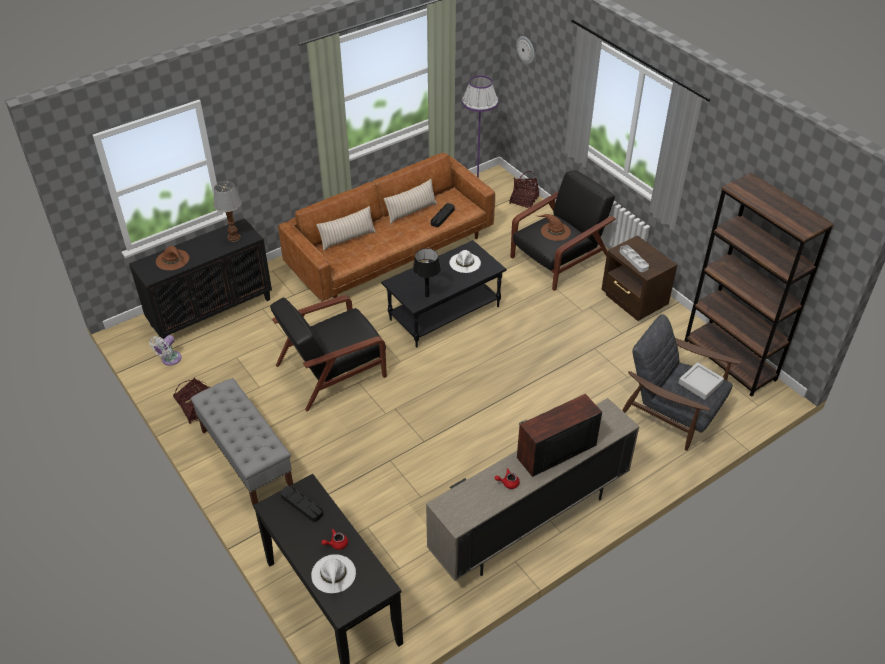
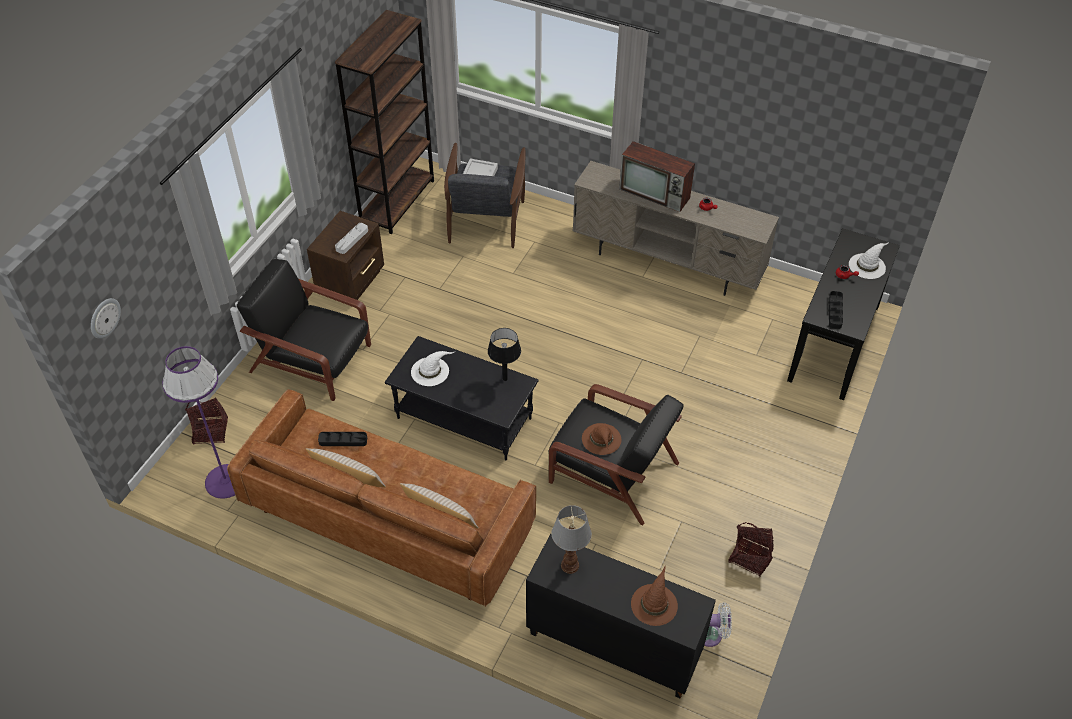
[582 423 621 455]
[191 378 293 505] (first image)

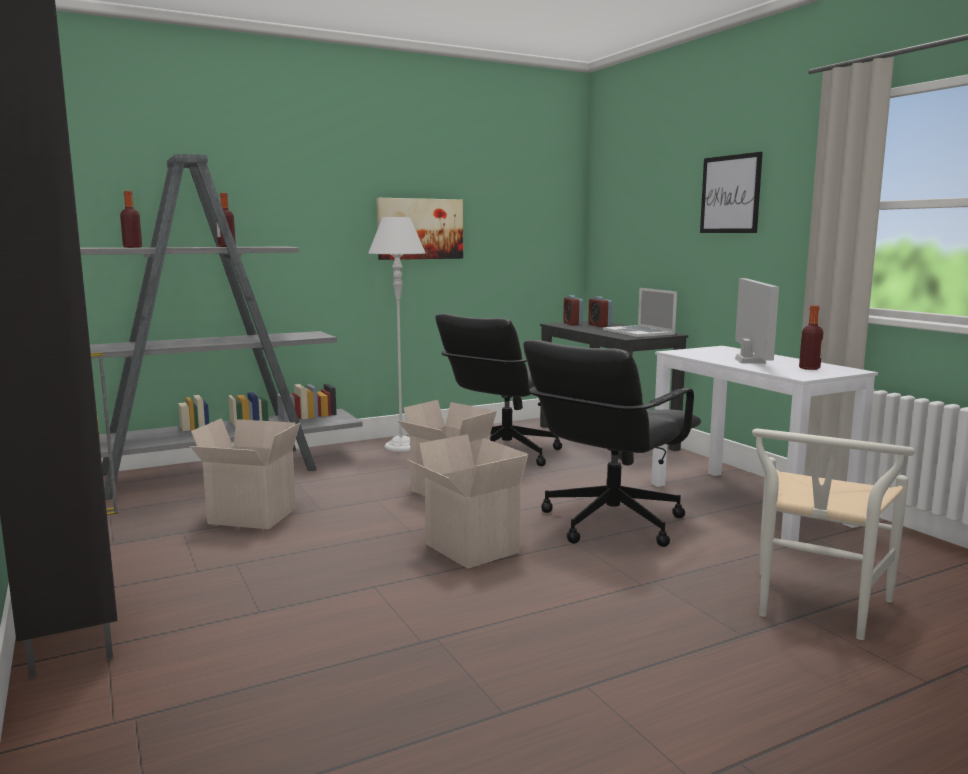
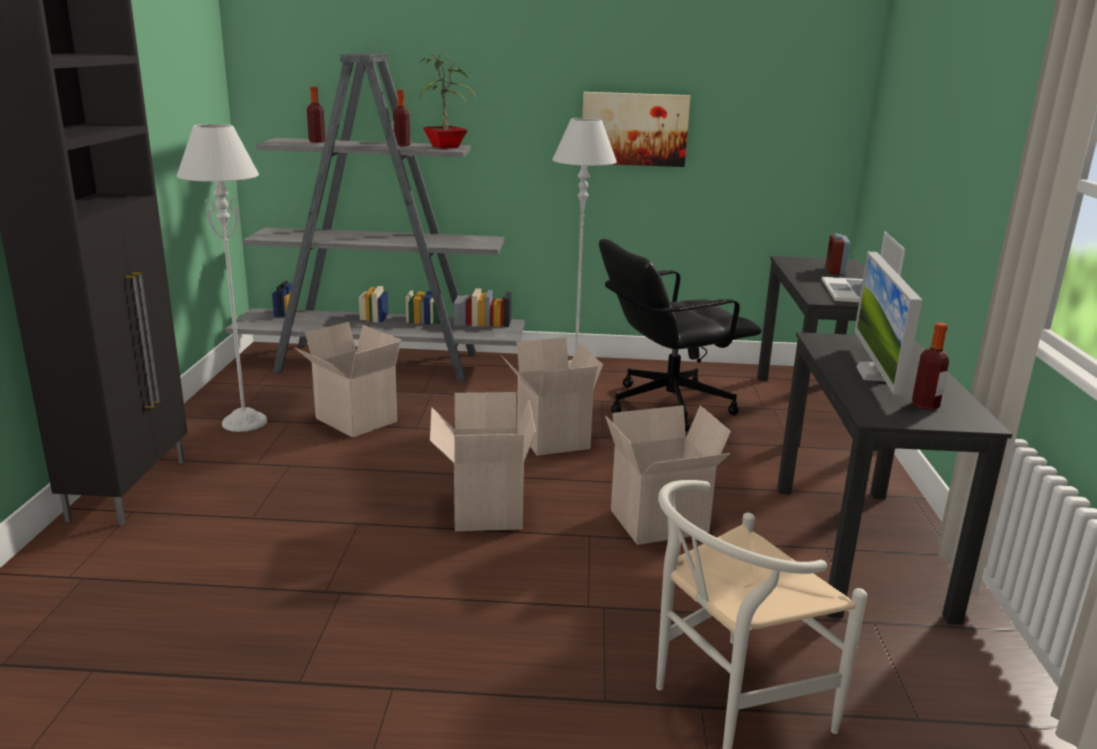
[177 124 267 432]
[420 54 477 149]
[605 405 731 545]
[777 332 1012 625]
[854 252 922 394]
[563 295 583 325] (first image)
[700 152 763 233] (first image)

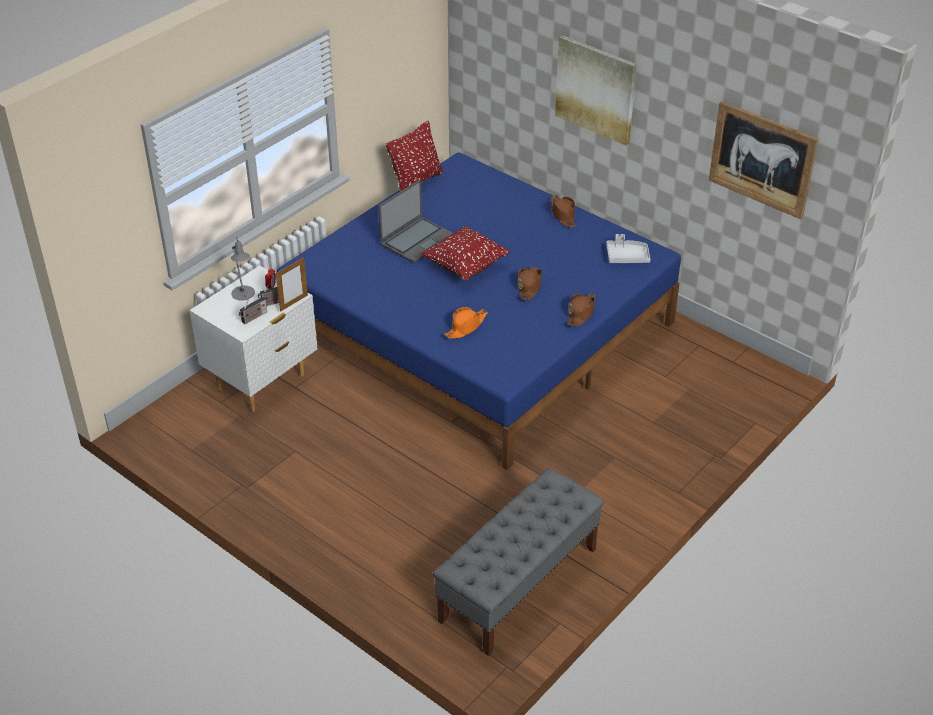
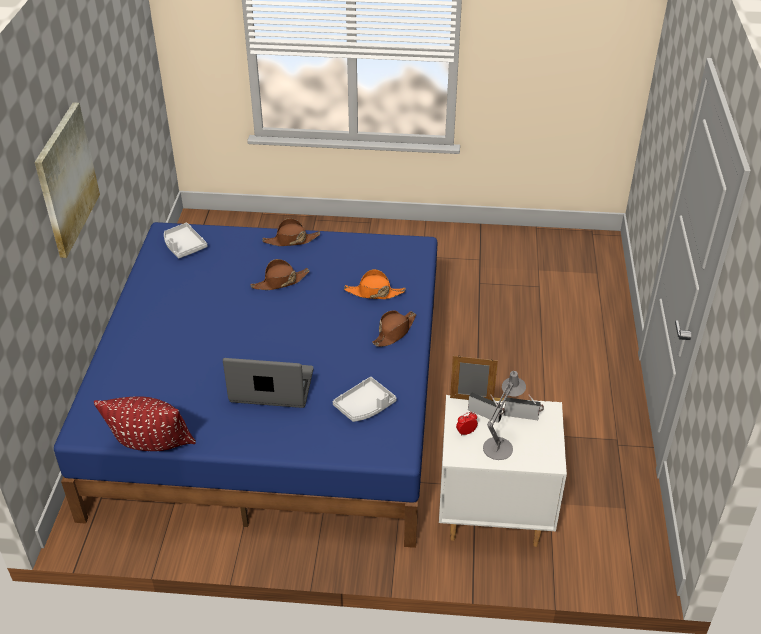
[333 377 397 422]
[372 310 416 347]
[421 226 510 281] (first image)
[433 468 604 656] (first image)
[709 101 818 219] (first image)

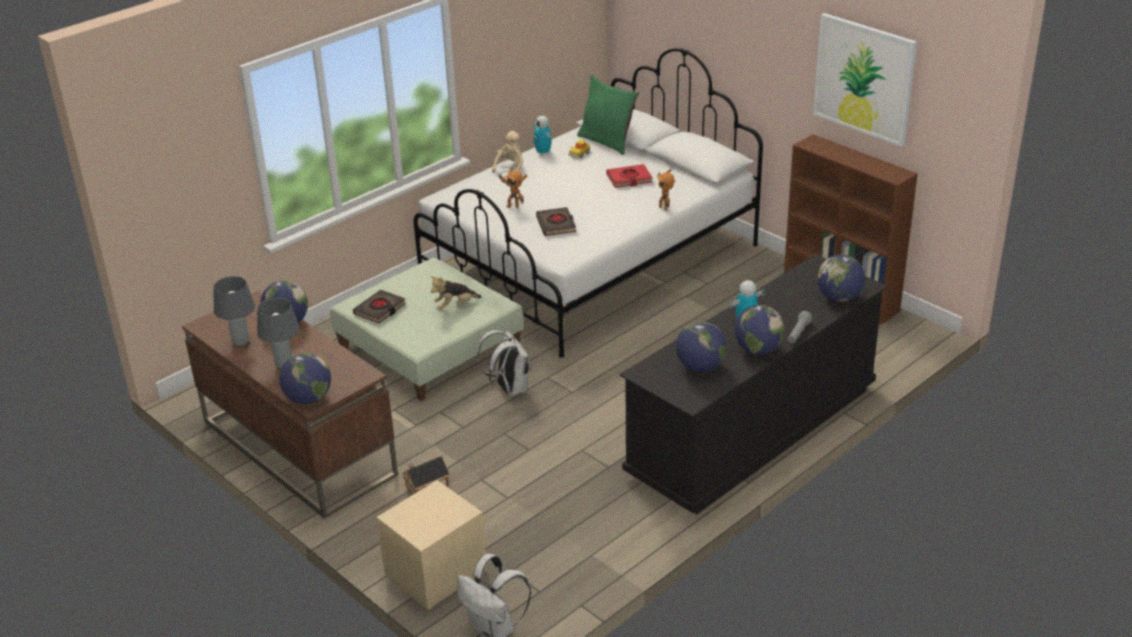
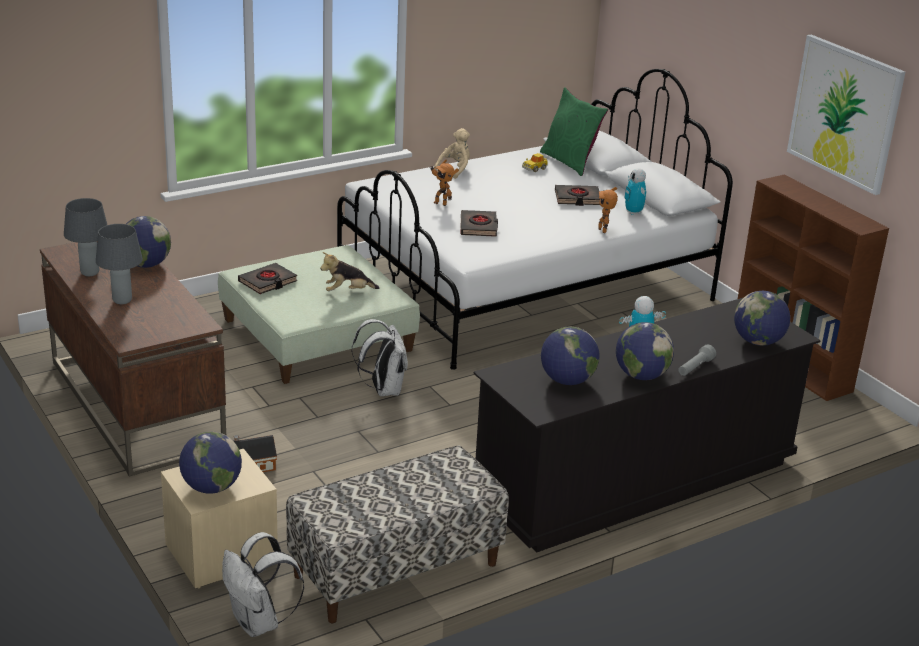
[179 432 242 494]
[286 446 509 623]
[555 185 601 206]
[624 168 647 215]

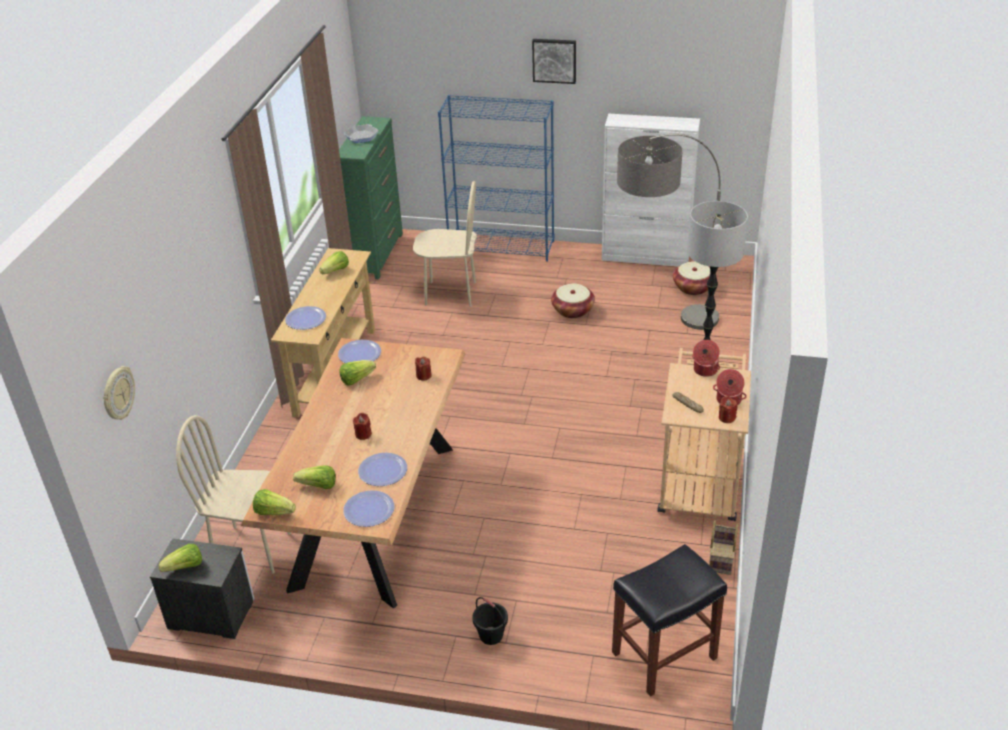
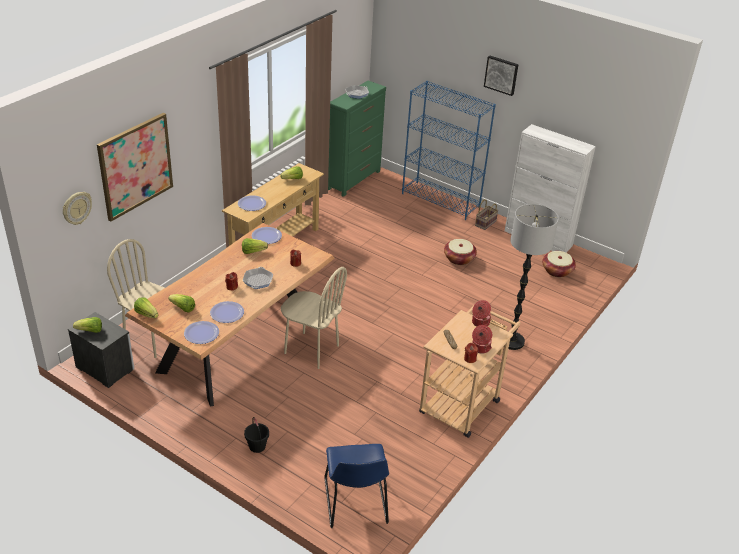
[97 113 173 221]
[243 267 273 289]
[281 267 347 369]
[324 444 389 528]
[475 199 499 230]
[617 134 721 330] (first image)

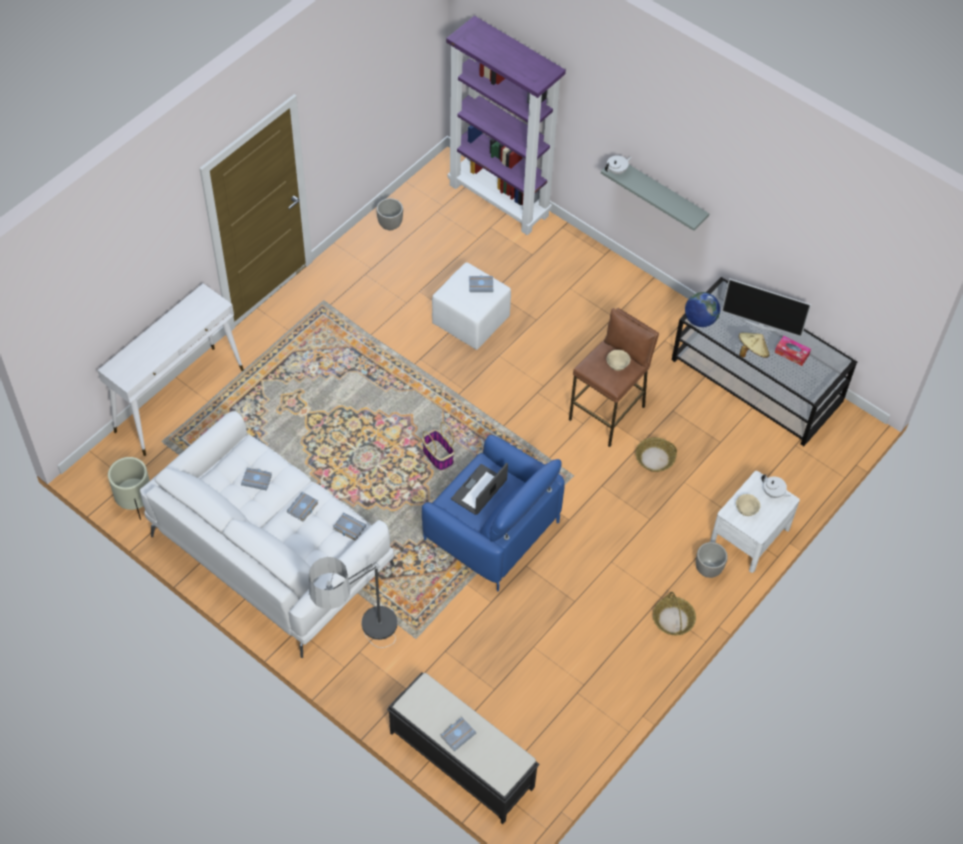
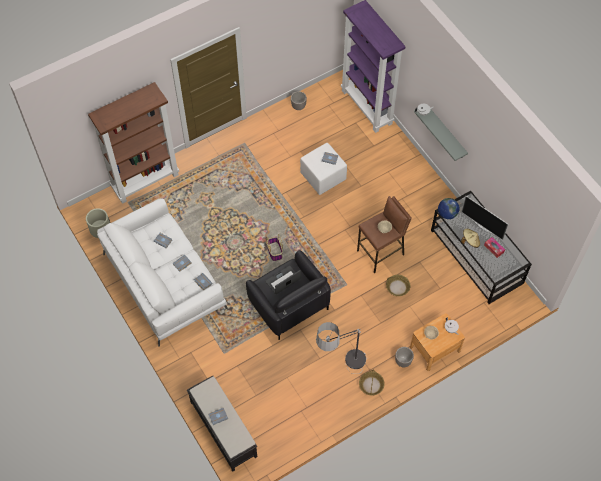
[88 82 179 204]
[246 250 331 340]
[316 322 367 374]
[410 313 465 371]

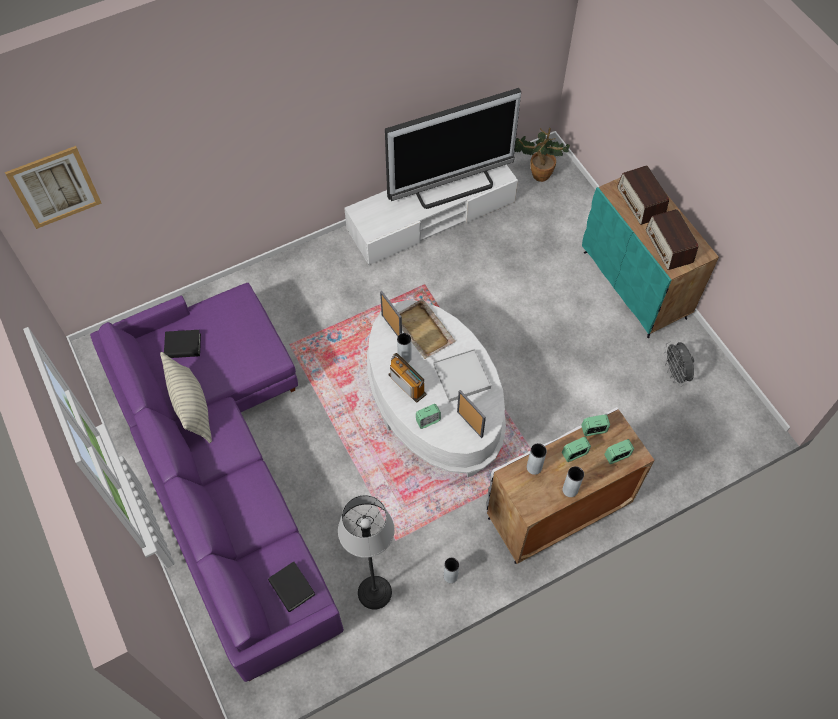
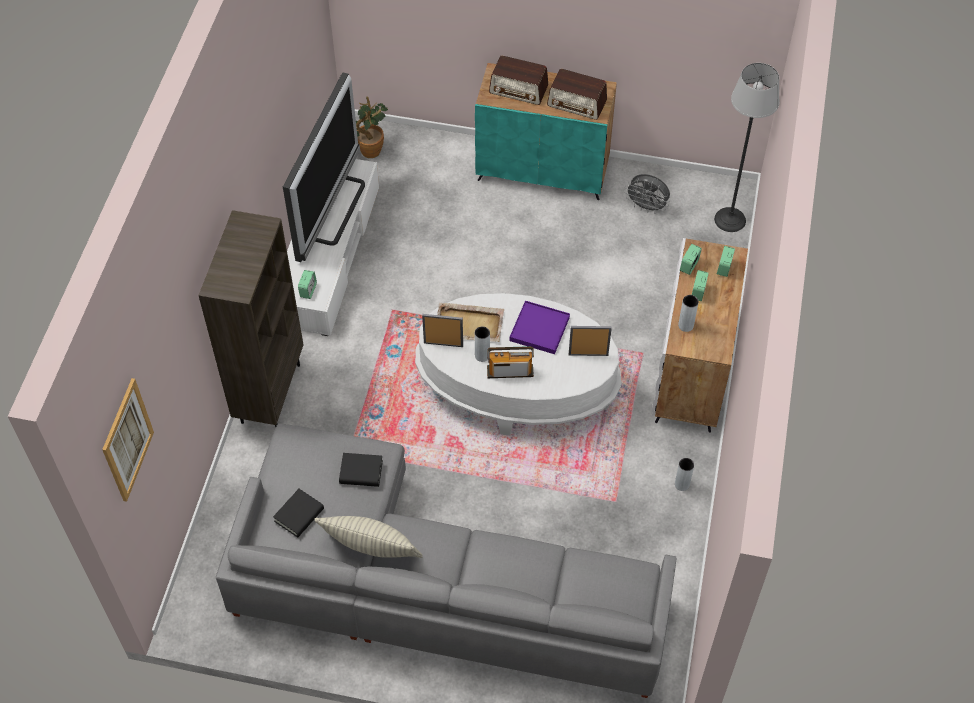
[198 210 304 428]
[216 424 677 698]
[298 270 317 299]
[339 453 383 487]
[510 301 570 354]
[714 63 780 232]
[562 466 584 497] (first image)

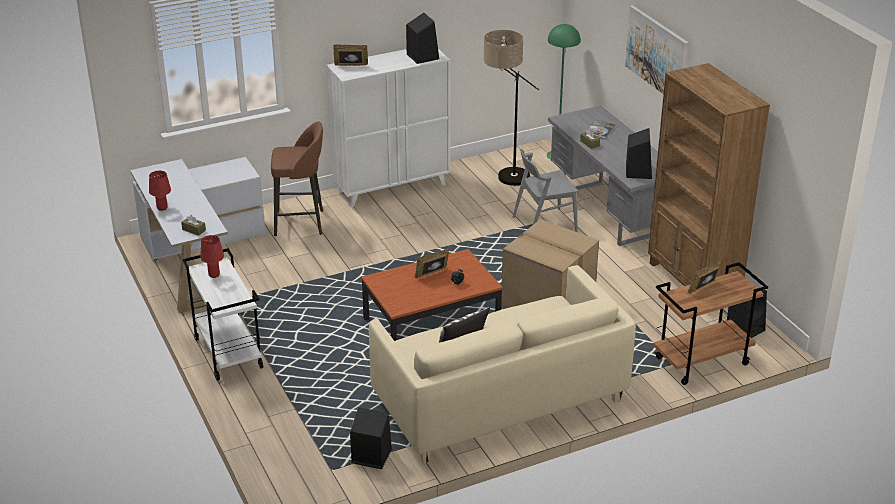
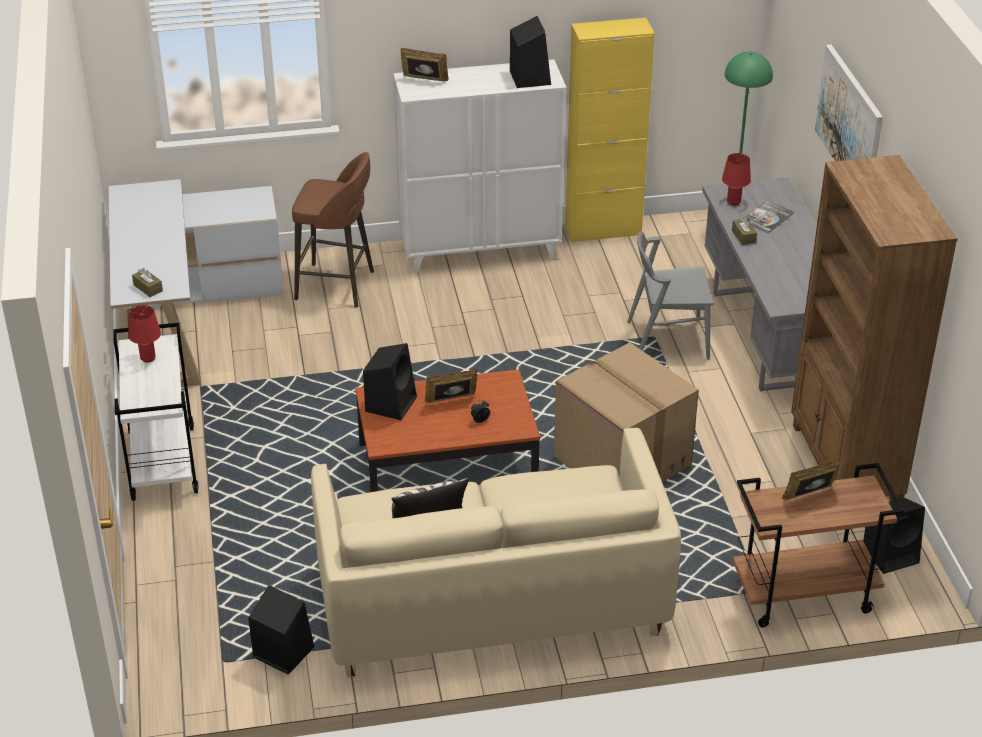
[363 343 417 420]
[565 18 655 243]
[722 153 751 205]
[484 30 539 186] (first image)

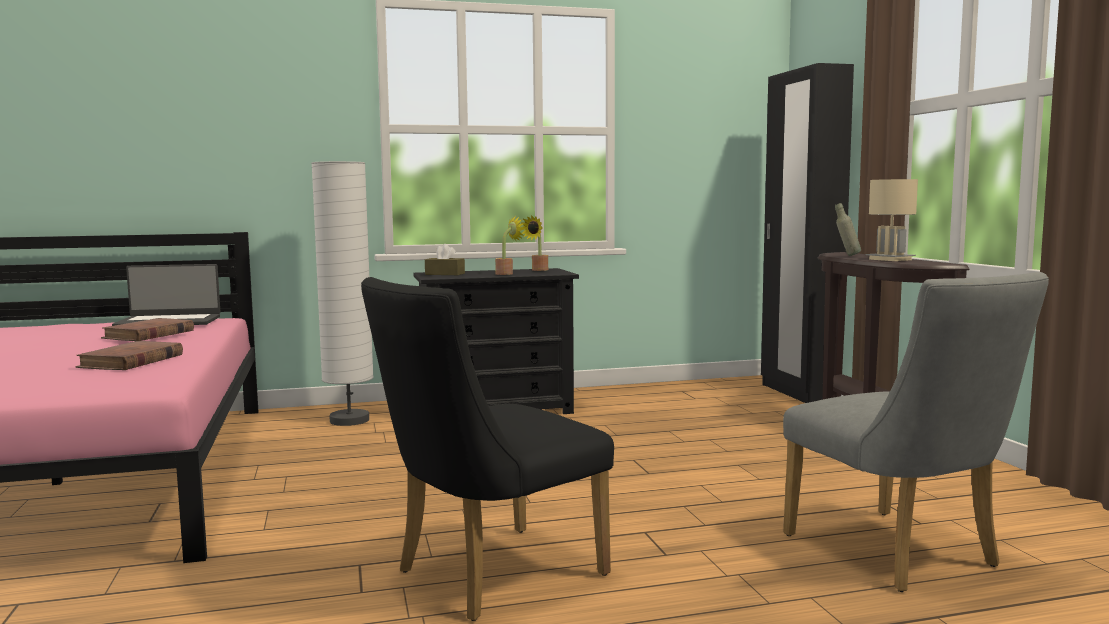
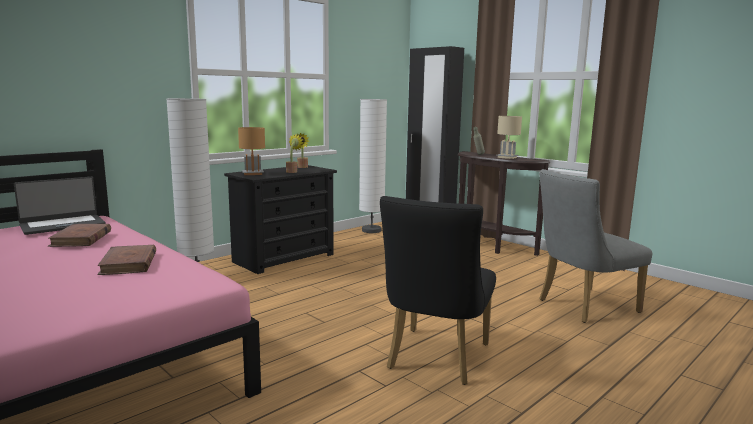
[238 127 265 175]
[359 99 387 233]
[539 169 652 323]

